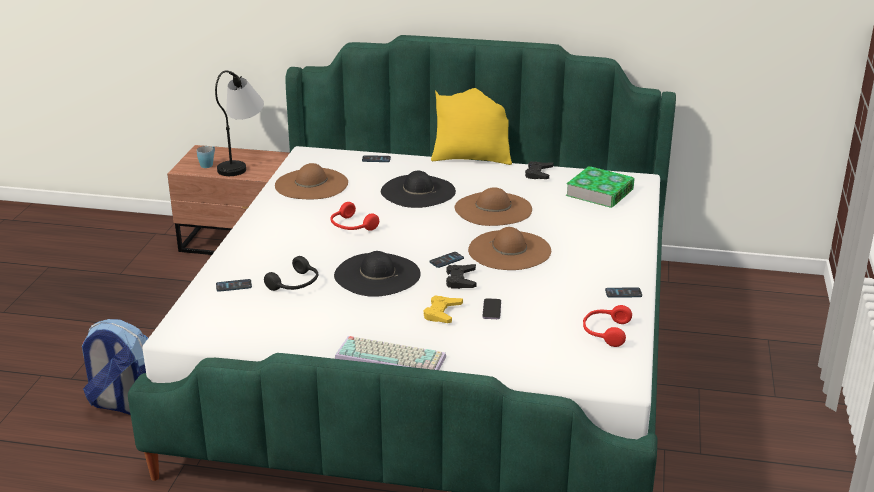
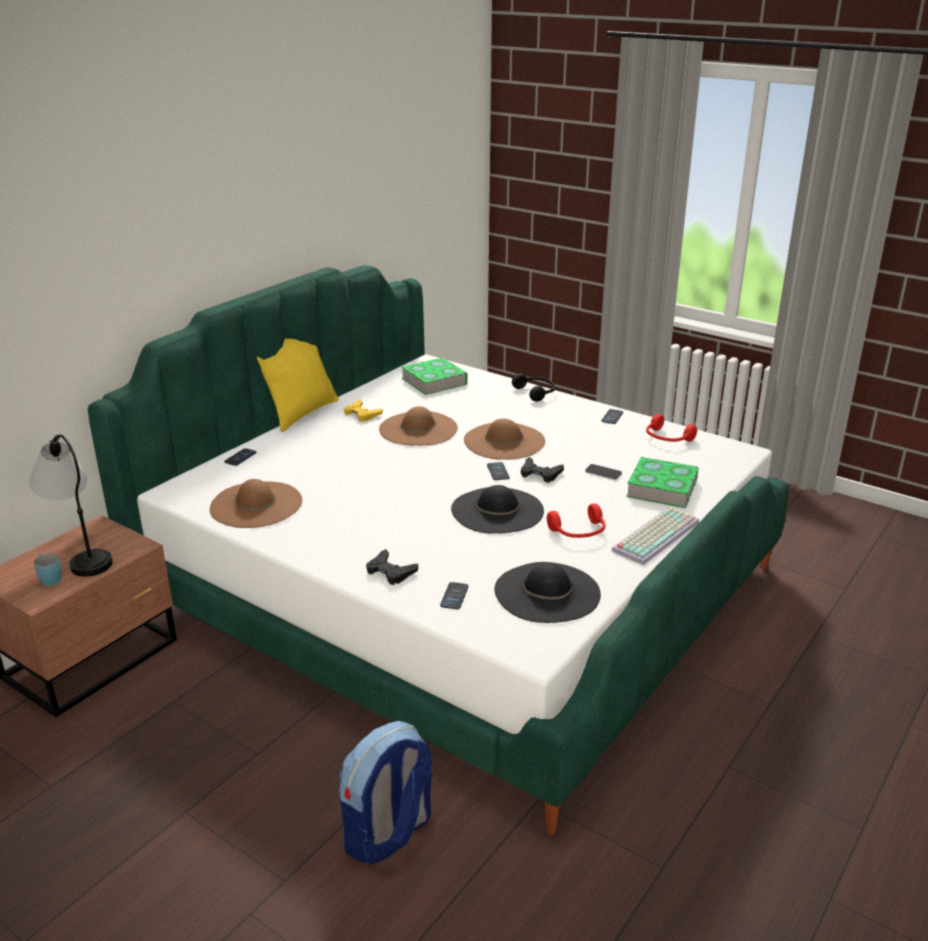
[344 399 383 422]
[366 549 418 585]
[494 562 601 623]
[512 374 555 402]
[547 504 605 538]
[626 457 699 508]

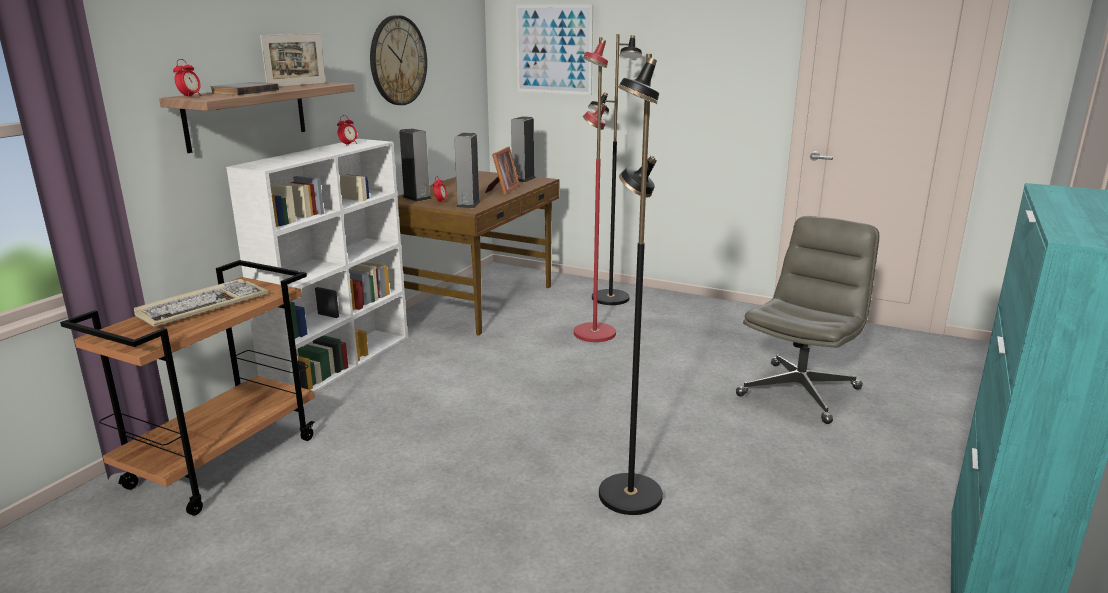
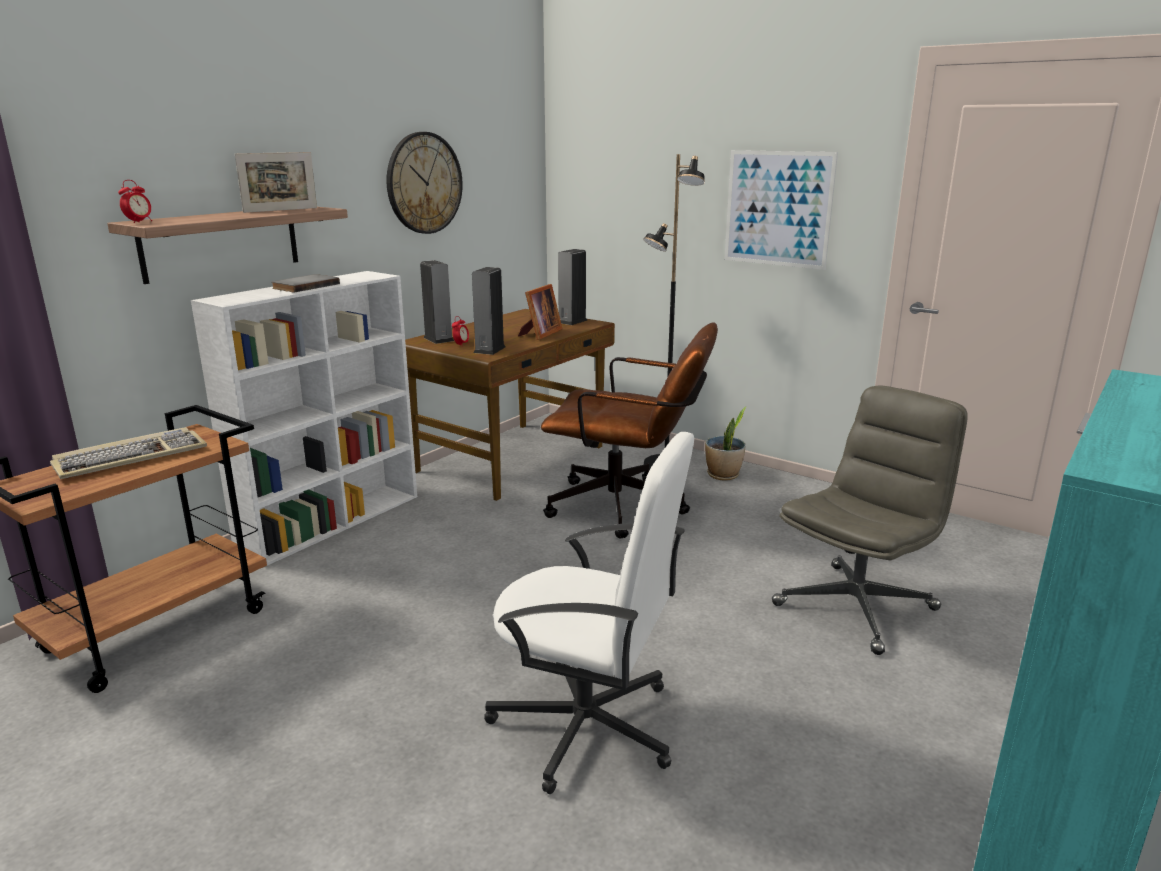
[272 274 340 293]
[484 432 694 794]
[541 322 718 538]
[705 406 747 481]
[724 150 838 270]
[337 115 357 146] (first image)

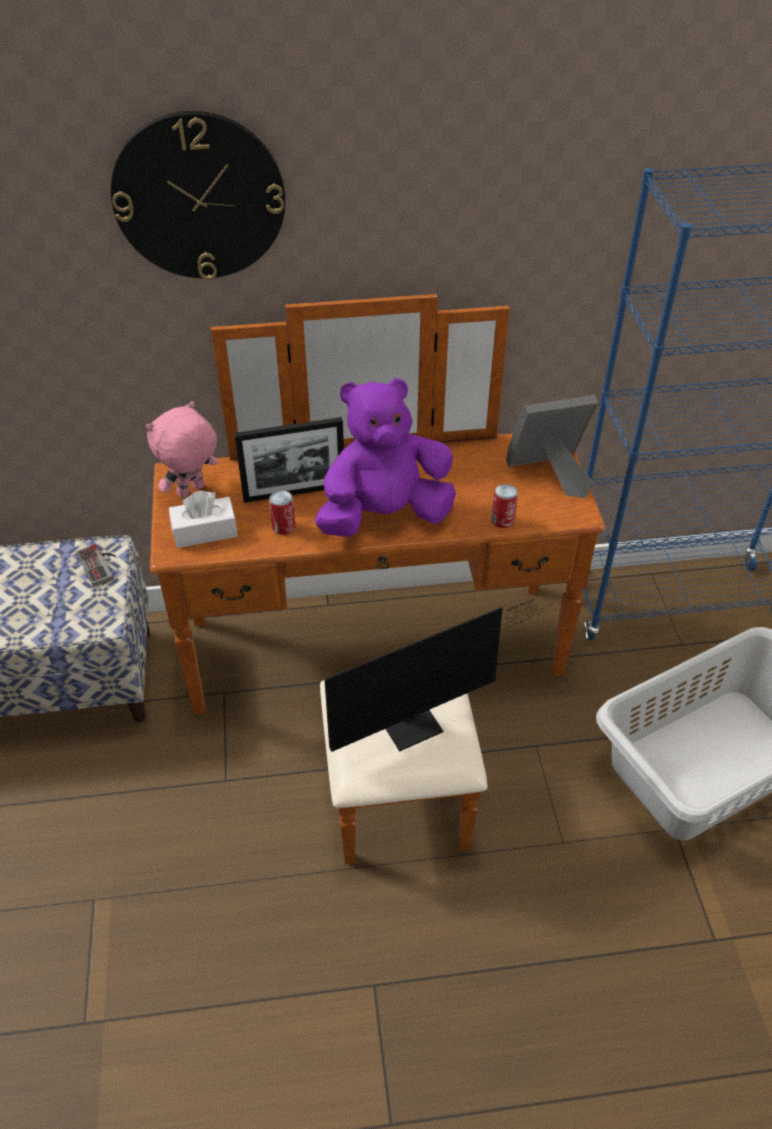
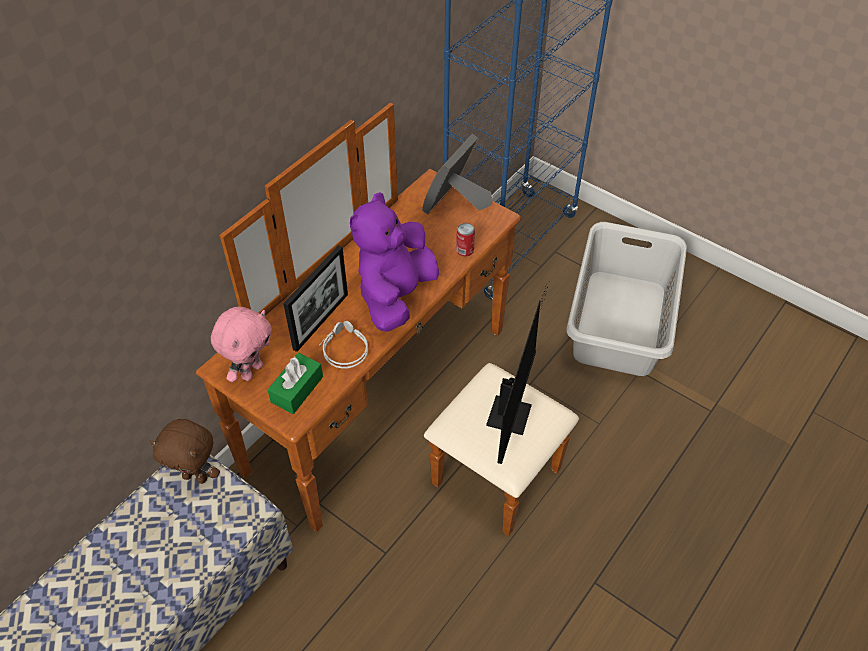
[149 419 220 484]
[211 307 272 382]
[267 353 323 414]
[319 321 368 369]
[111 111 285 280] (first image)

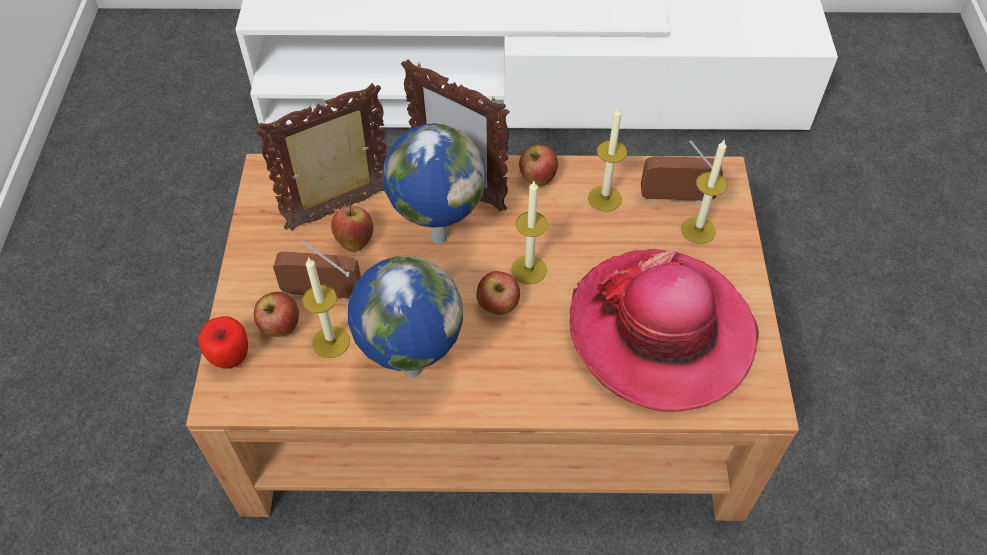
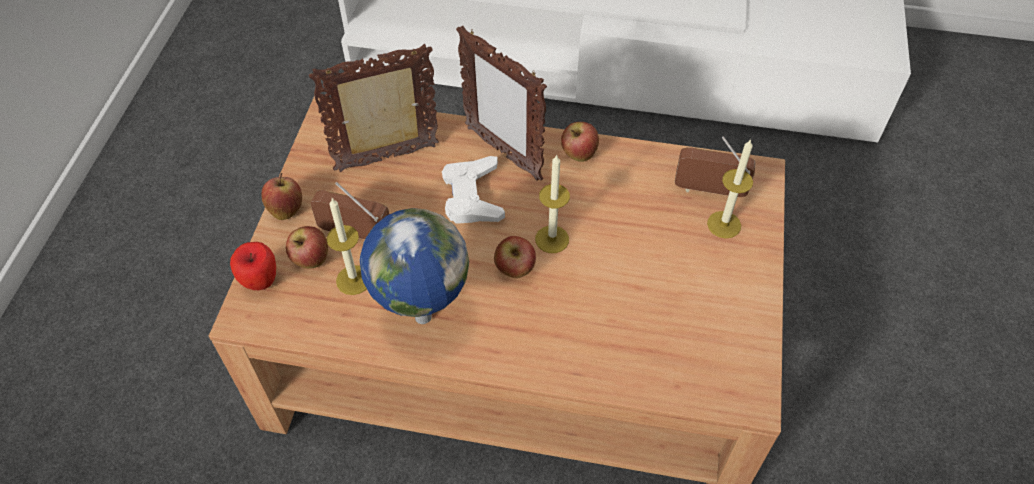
[261 173 302 220]
[442 156 505 224]
[570 249 759 412] (first image)
[588 106 627 212] (first image)

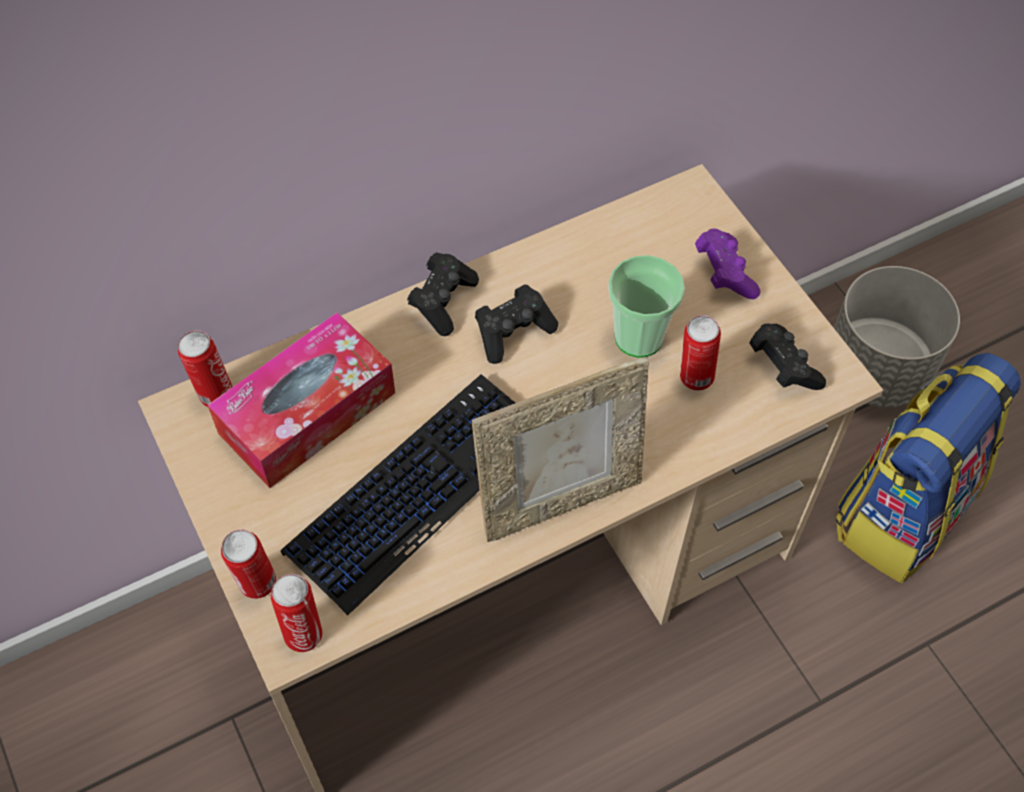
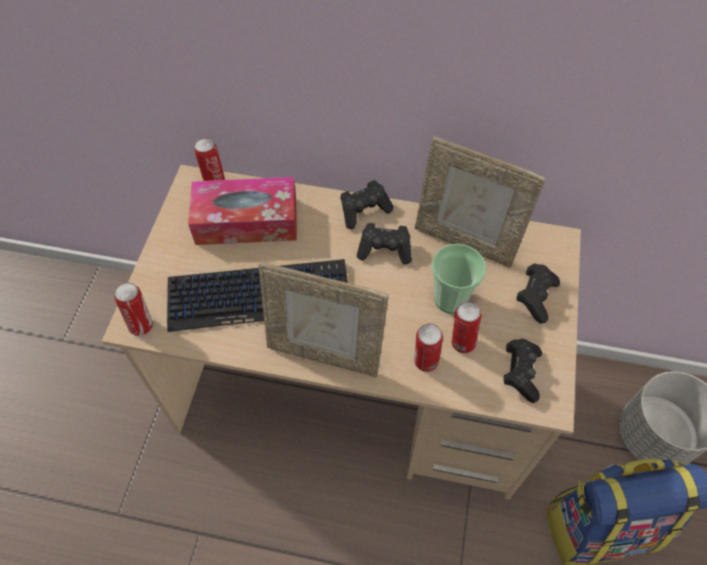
[414 323 443 372]
[415 136 546 268]
[516 263 560 324]

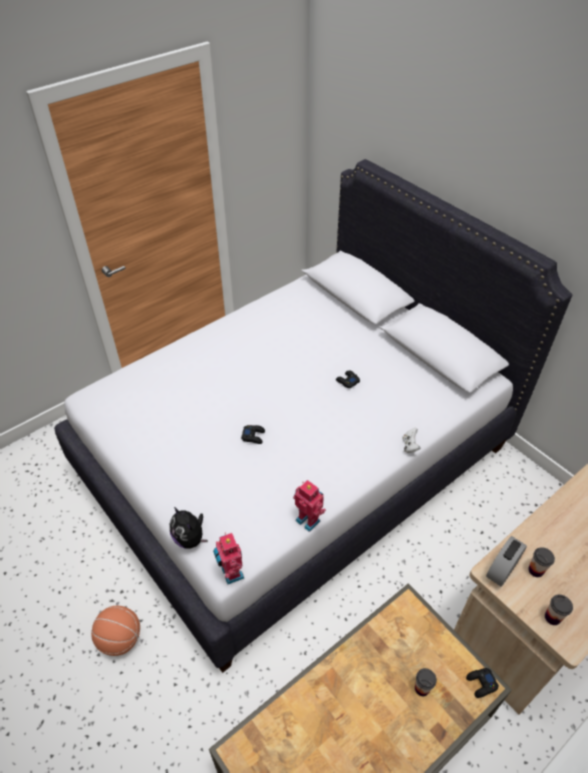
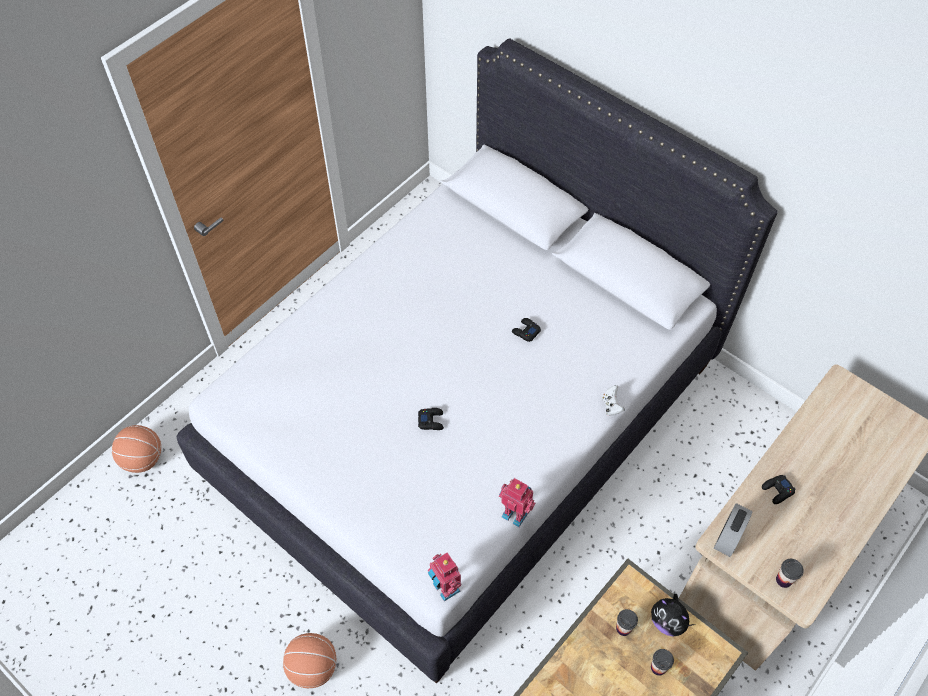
[112 425 161 473]
[616 609 638 636]
[651 594 695 637]
[762 475 796 504]

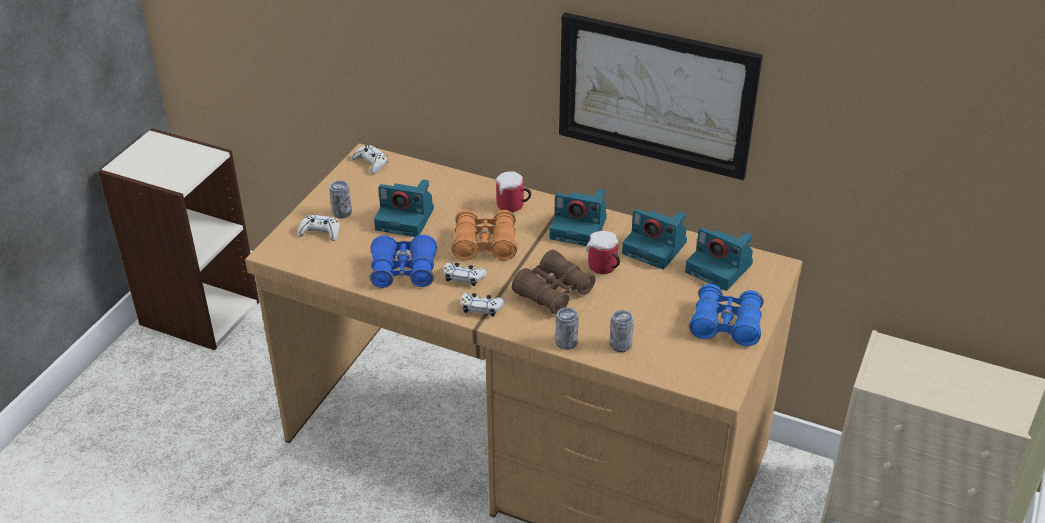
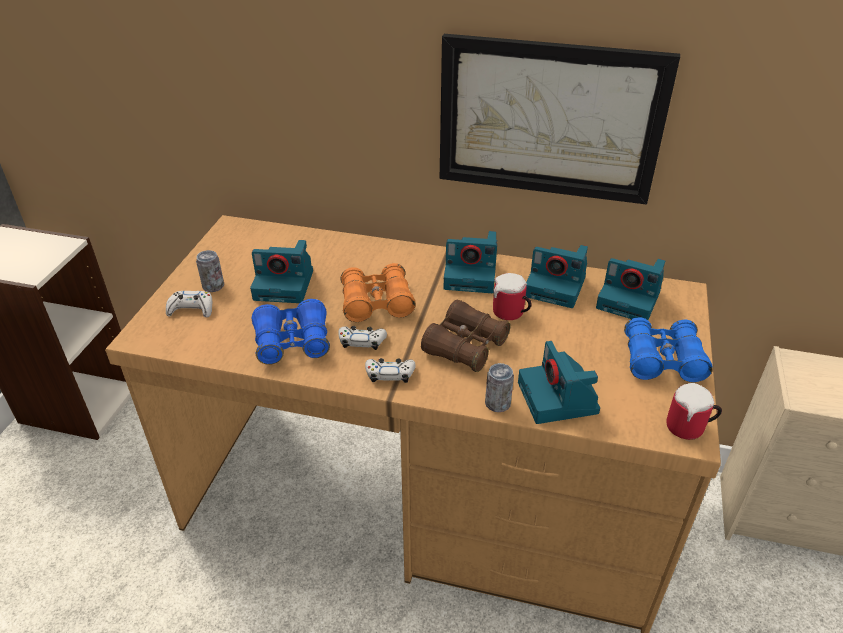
[518 341 600 424]
[666 383 722 440]
[352 145 388 174] (first image)

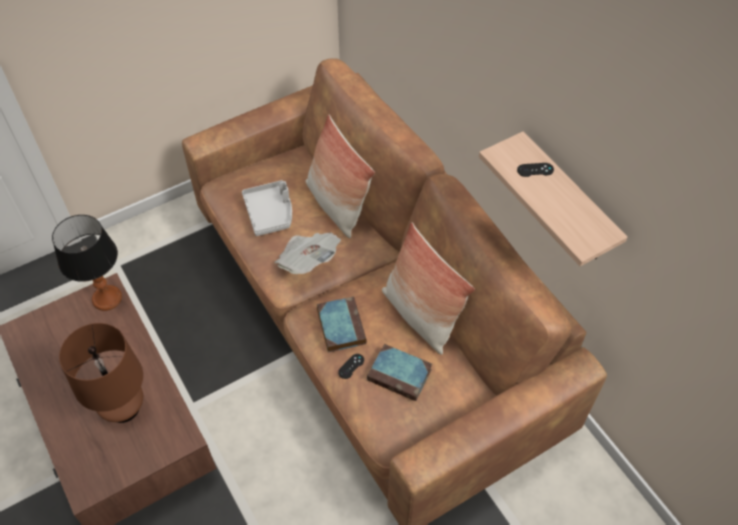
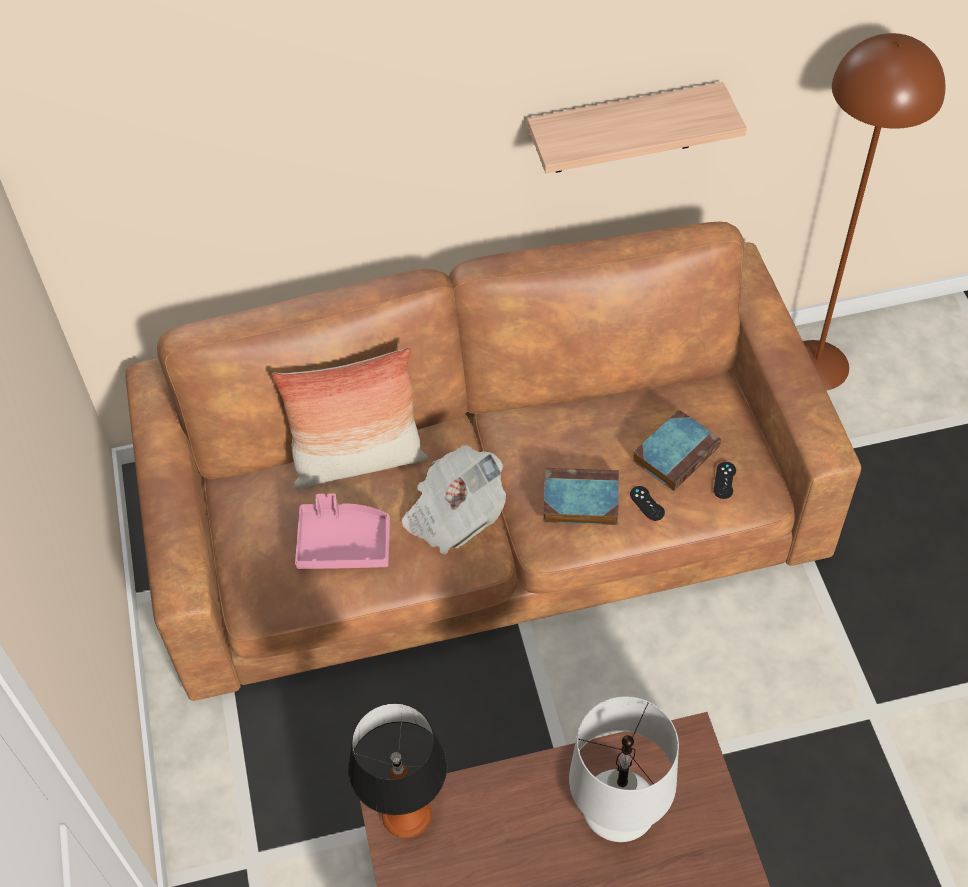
[295 494 390 569]
[569 696 679 842]
[713 462 736 499]
[803 33 946 391]
[382 222 475 355] (first image)

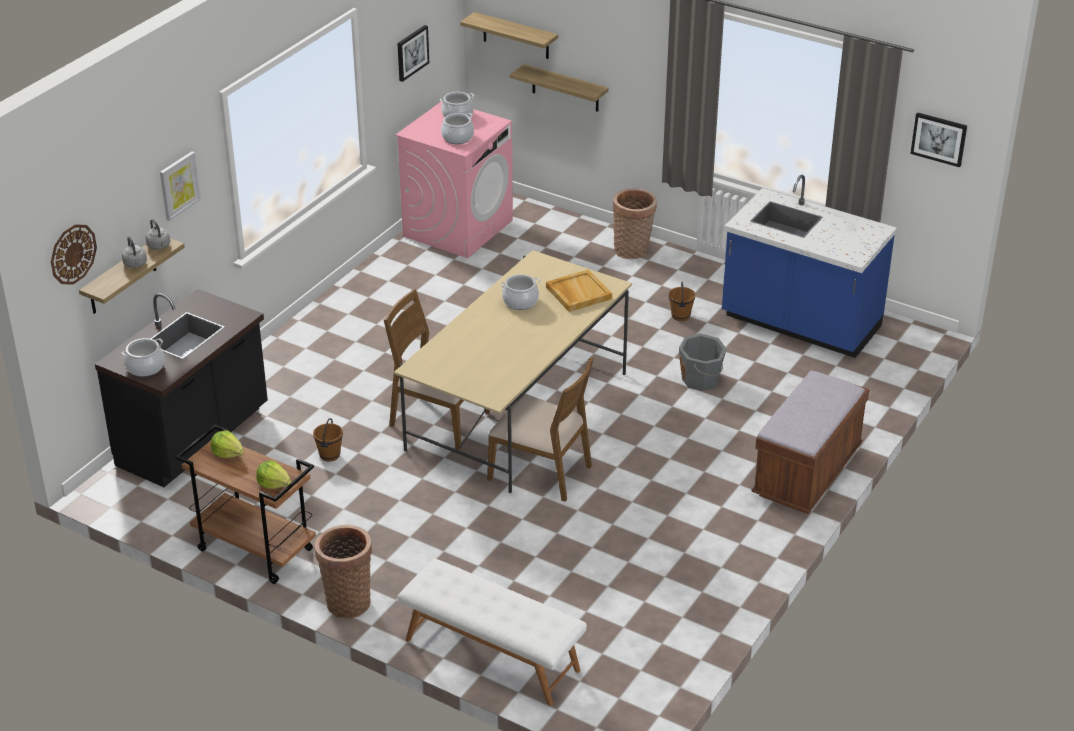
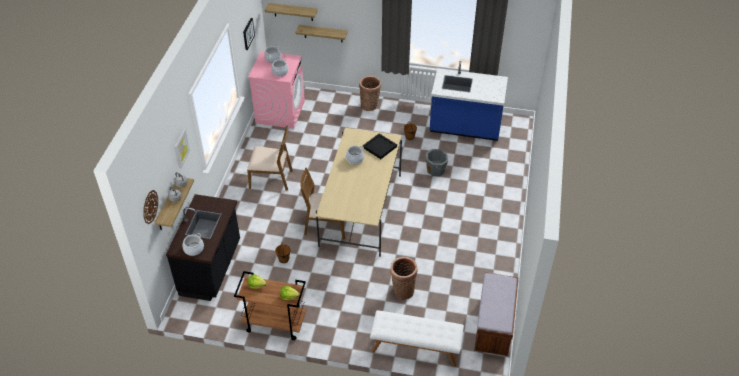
[247 125 293 190]
[363 134 397 159]
[390 257 418 299]
[474 272 519 356]
[910 112 967 167] (first image)

